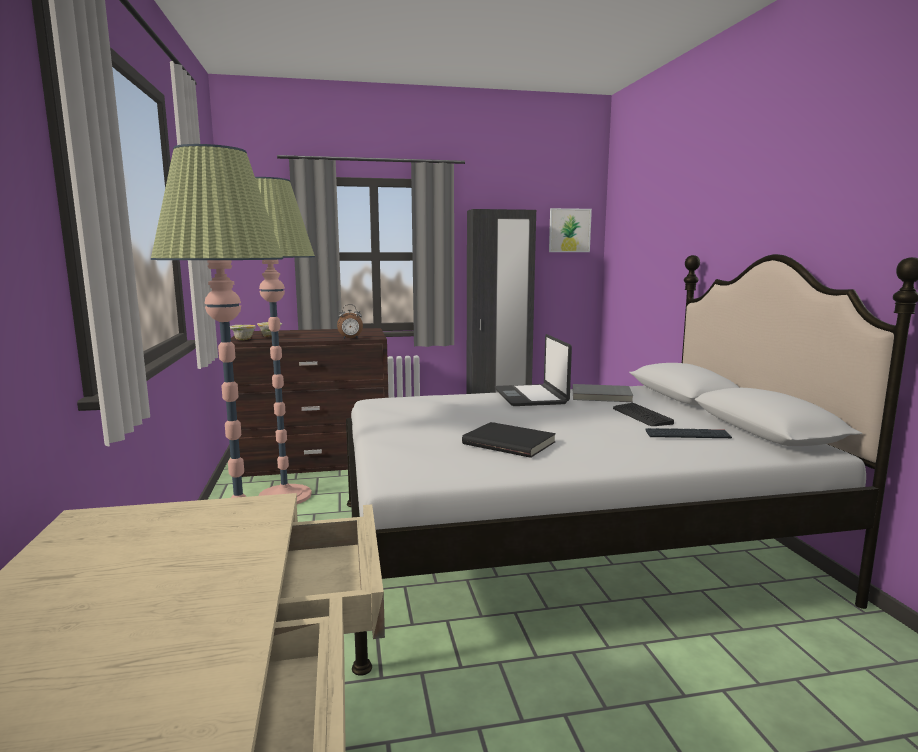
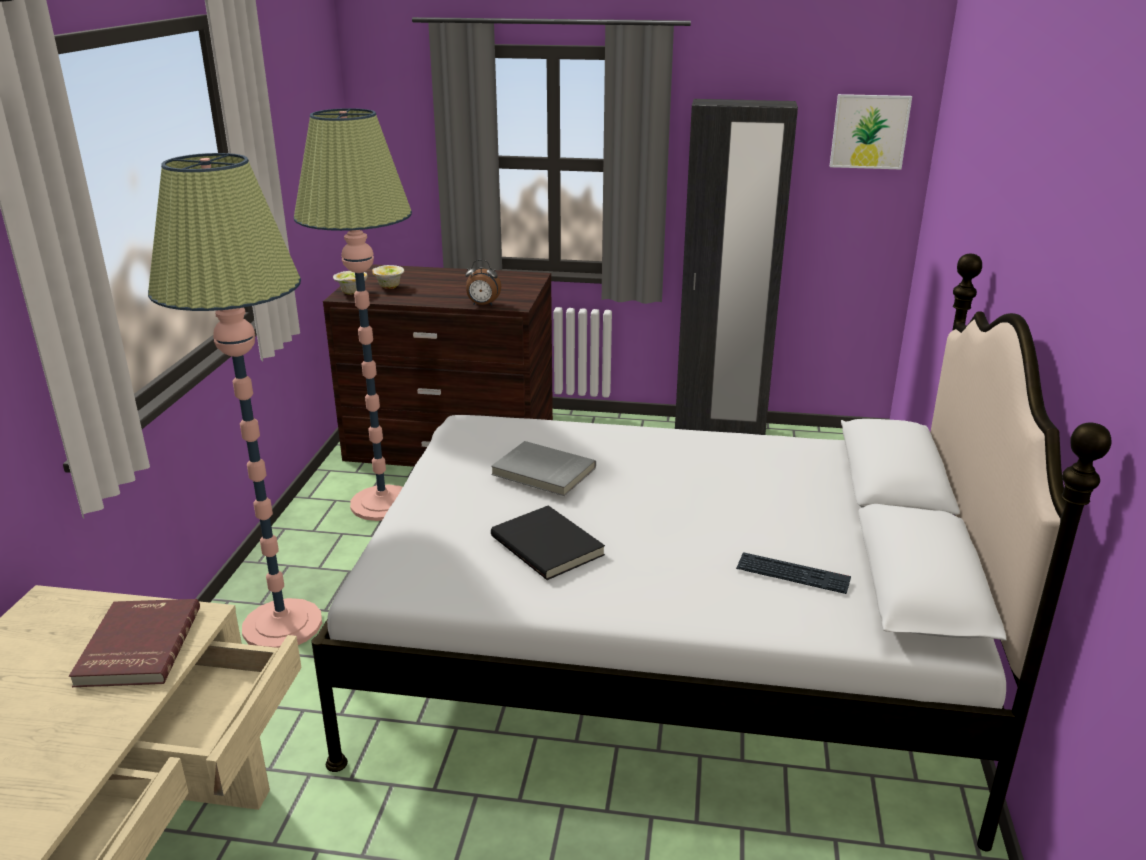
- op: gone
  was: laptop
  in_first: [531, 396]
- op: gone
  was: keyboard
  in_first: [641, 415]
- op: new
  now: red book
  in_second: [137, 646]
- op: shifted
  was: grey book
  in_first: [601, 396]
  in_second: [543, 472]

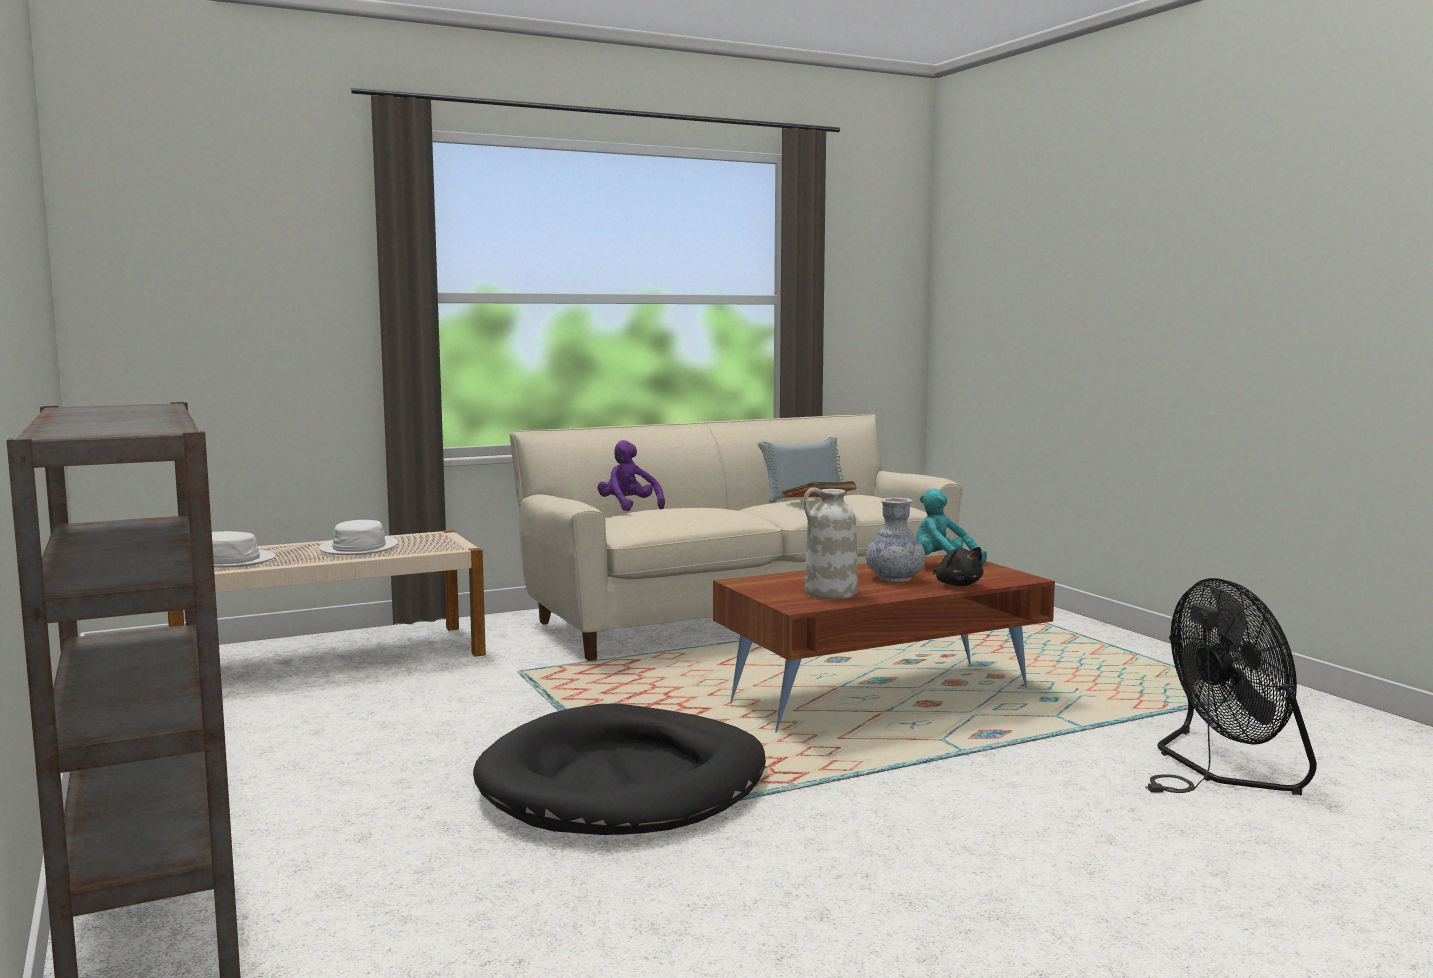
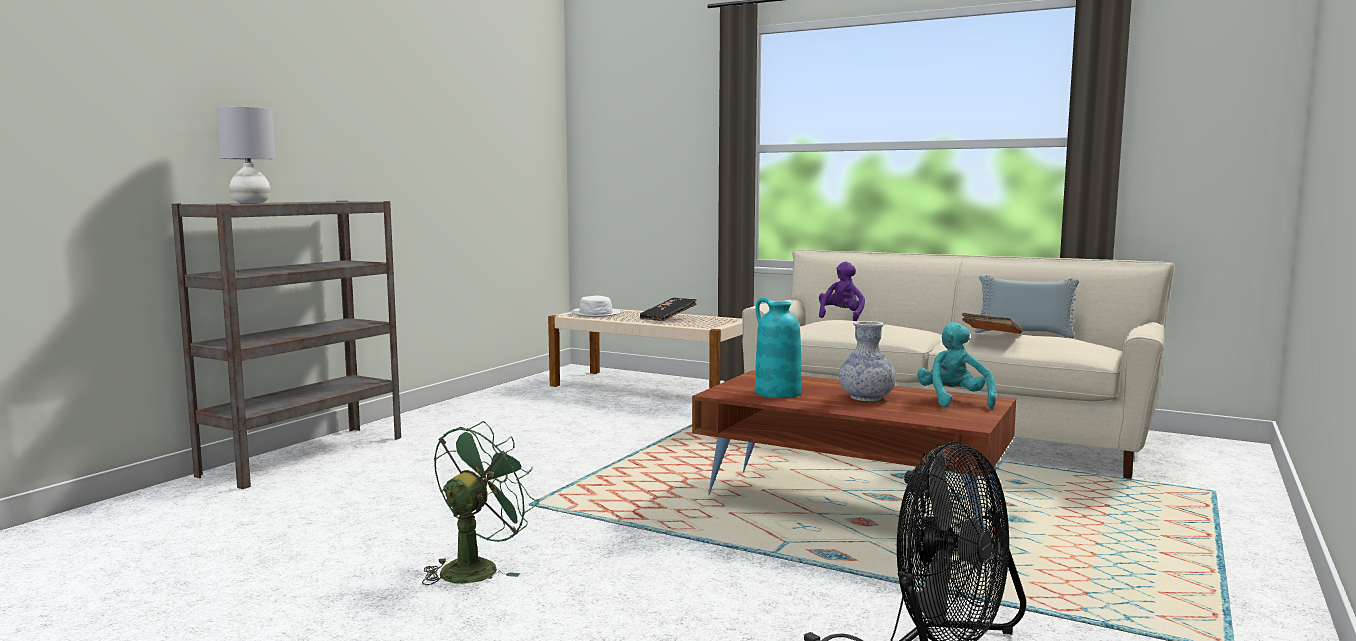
- op: gone
  was: black dog bed
  in_first: [624, 782]
- op: gone
  was: black plush toy
  in_first: [957, 585]
- op: new
  now: grey table lamp
  in_second: [250, 203]
- op: new
  now: green fan
  in_second: [476, 567]
- op: swapped
  was: white hat
  now: black book
  in_first: [359, 548]
  in_second: [668, 318]
- op: repainted
  was: white vase
  now: turquoise vase
  in_first: [830, 593]
  in_second: [776, 393]

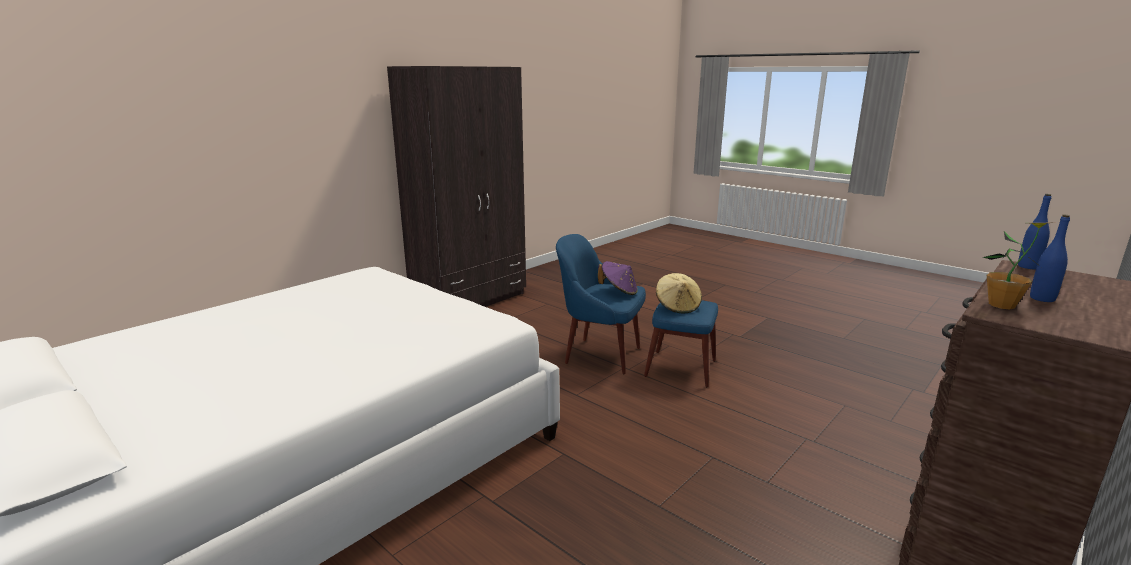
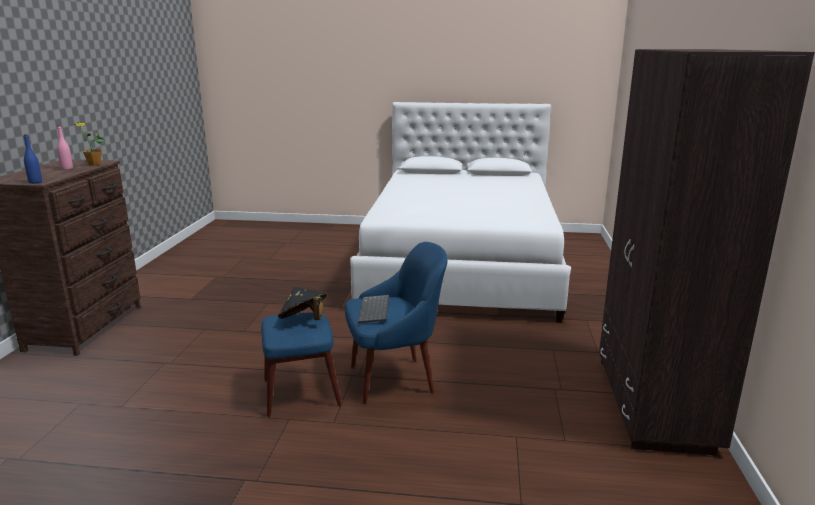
- op: swapped
  was: purple hat
  now: keyboard
  in_first: [618, 291]
  in_second: [375, 310]
- op: repainted
  was: beige hat
  now: black hat
  in_first: [677, 306]
  in_second: [304, 321]
- op: repainted
  was: blue bottle
  now: pink bottle
  in_first: [1042, 298]
  in_second: [67, 169]

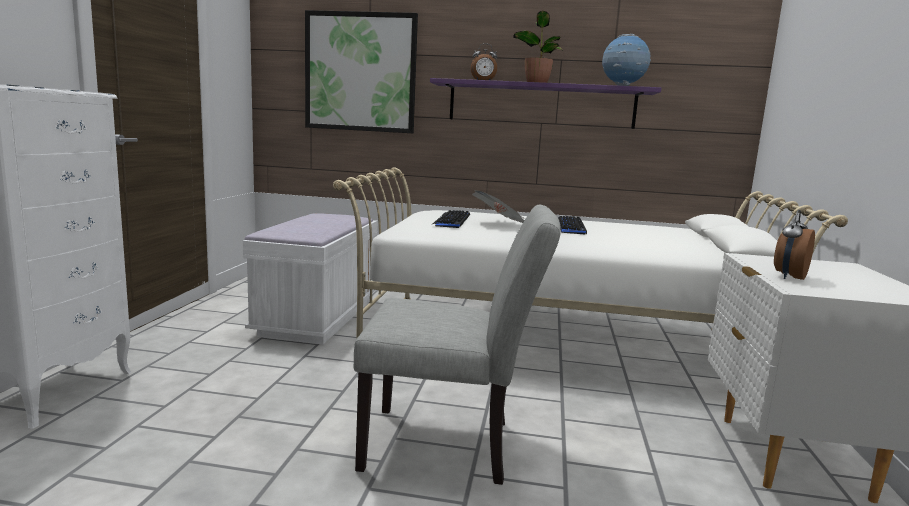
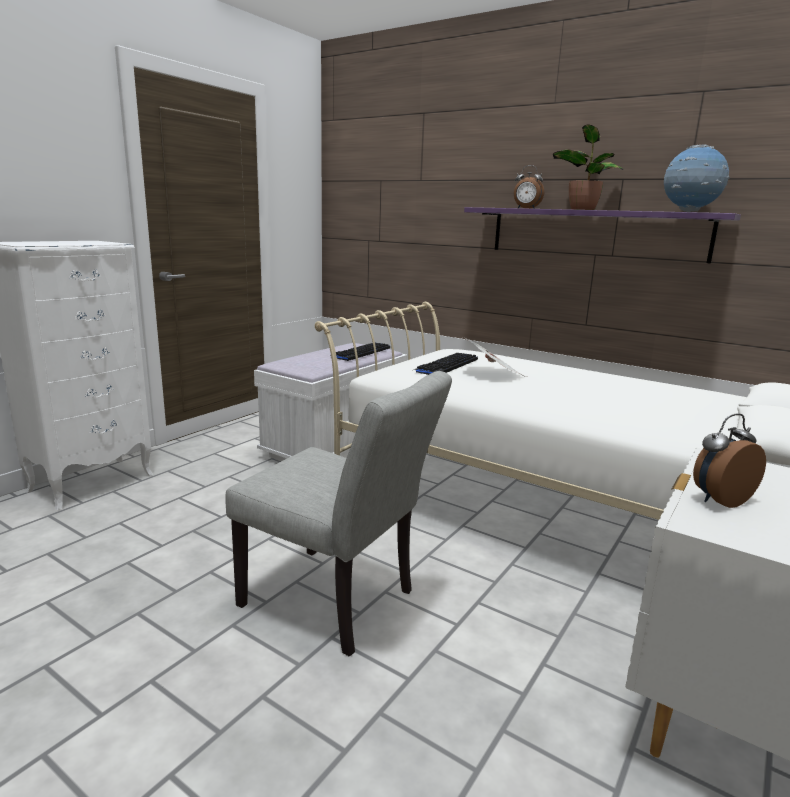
- op: gone
  was: picture
  in_first: [360, 72]
- op: shifted
  was: keyboard
  in_first: [570, 226]
  in_second: [360, 353]

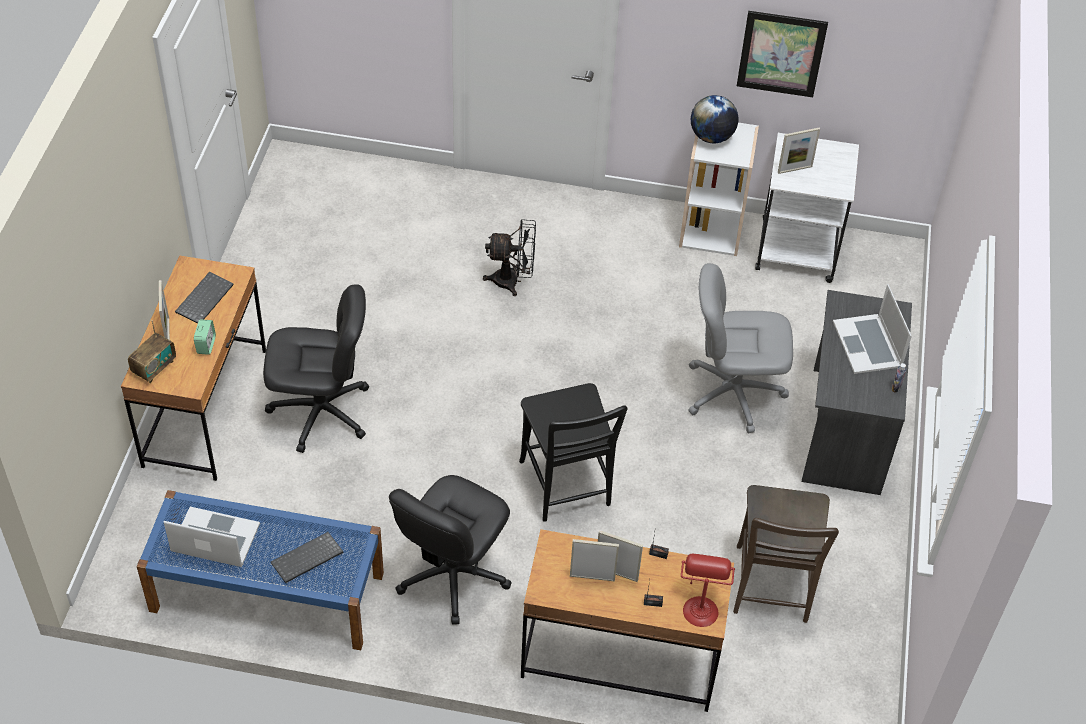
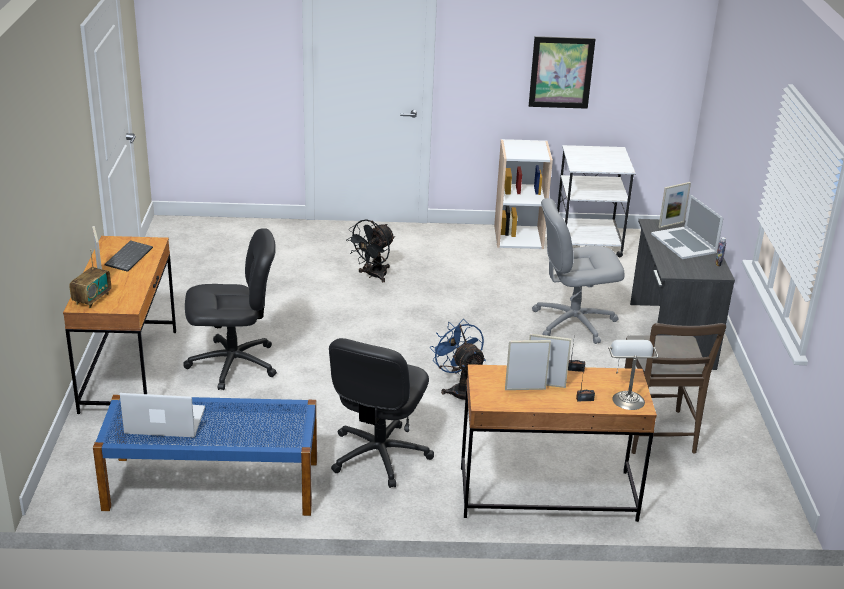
- op: gone
  was: alarm clock
  in_first: [206, 345]
- op: gone
  was: keyboard
  in_first: [307, 559]
- op: gone
  was: globe
  in_first: [711, 137]
- op: shifted
  was: picture frame
  in_first: [794, 169]
  in_second: [671, 224]
- op: swapped
  was: black chair
  now: blue fan
  in_first: [566, 487]
  in_second: [459, 390]
- op: repainted
  was: red table lamp
  now: white table lamp
  in_first: [700, 604]
  in_second: [626, 396]
- op: rotated
  was: black fan
  in_first: [513, 281]
  in_second: [373, 275]
  clockwise: 135

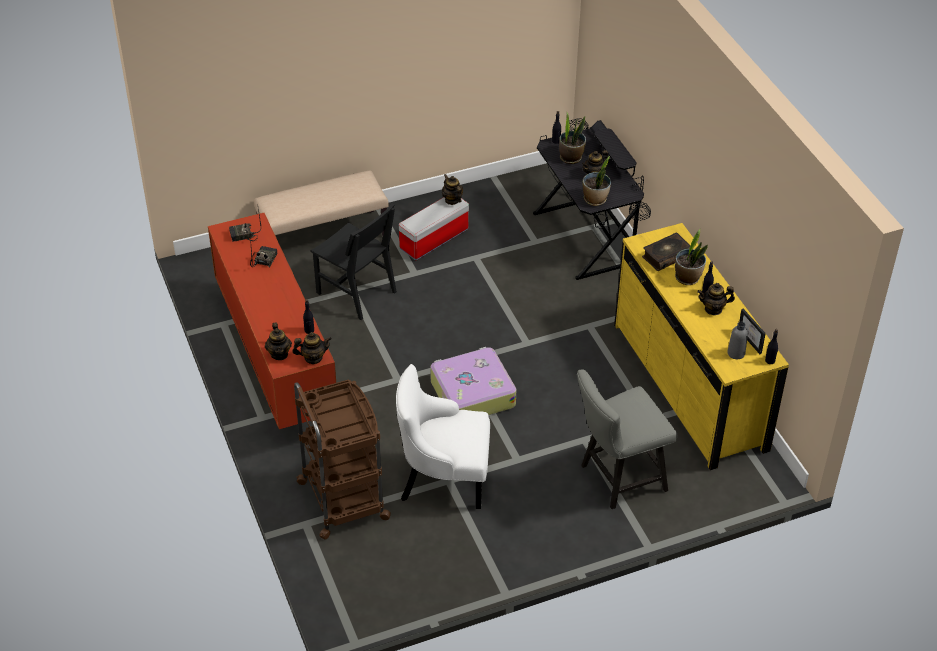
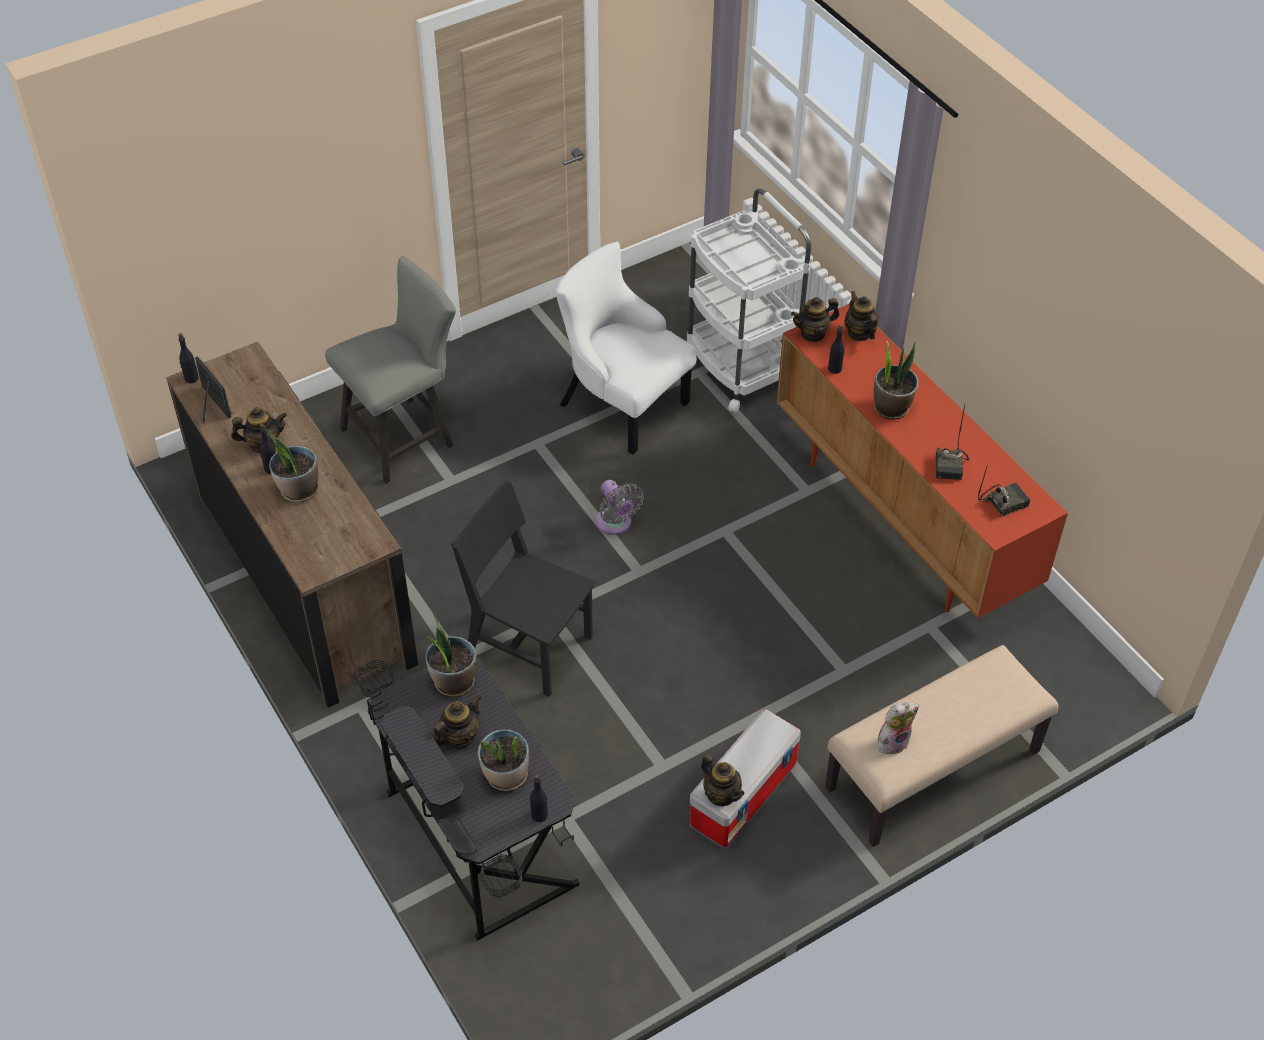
- op: gone
  was: book
  in_first: [666, 256]
- op: gone
  was: grey bottle
  in_first: [736, 353]
- op: new
  now: potted plant
  in_second: [891, 407]
- op: new
  now: plush toy
  in_second: [892, 741]
- op: shifted
  was: black chair
  in_first: [356, 292]
  in_second: [529, 646]
- op: swapped
  was: suitcase
  now: grey fan
  in_first: [471, 393]
  in_second: [615, 524]
- op: repainted
  was: brown cart
  now: white cart
  in_first: [344, 500]
  in_second: [740, 368]
- op: repainted
  was: yellow dresser
  now: brown dresser
  in_first: [688, 387]
  in_second: [305, 576]
- op: rotated
  was: white chair
  in_first: [445, 479]
  in_second: [624, 407]
  clockwise: -135

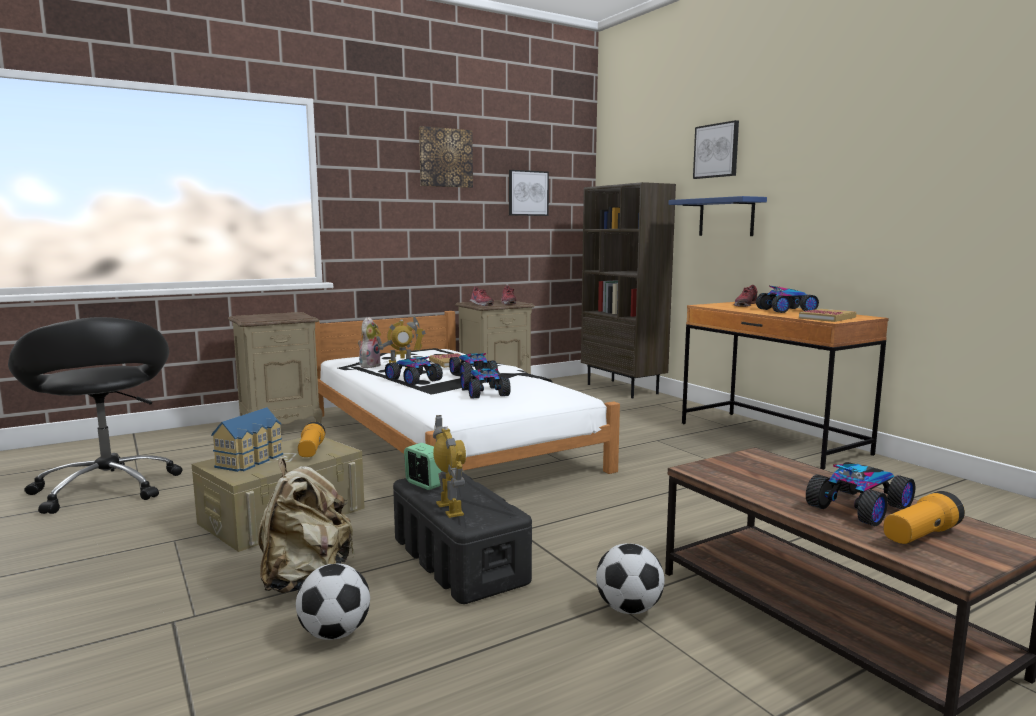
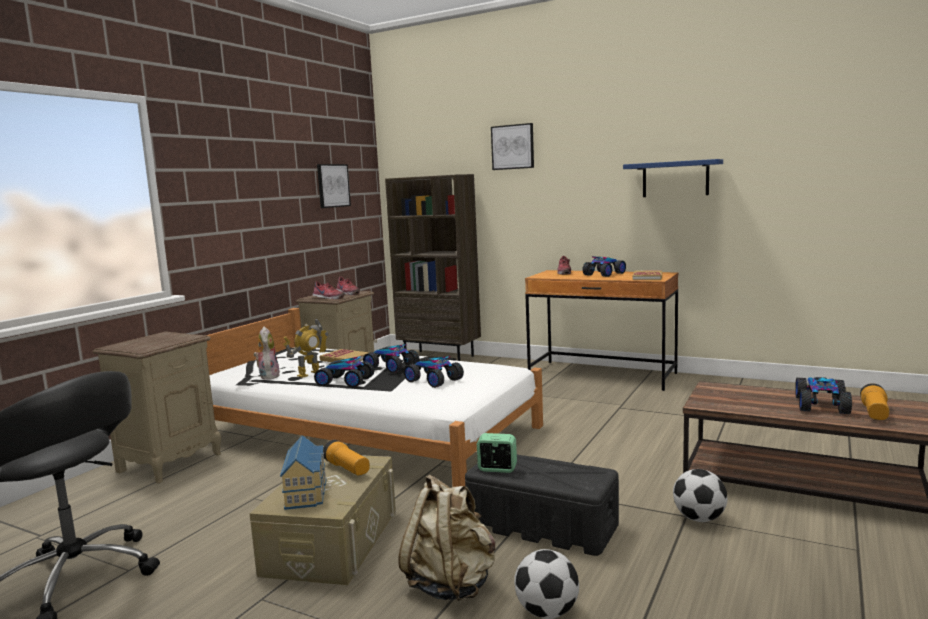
- op: gone
  was: picture
  in_first: [445, 158]
- op: gone
  was: toy robot
  in_first: [450, 508]
- op: shifted
  was: blue shelf
  in_first: [726, 217]
  in_second: [675, 179]

